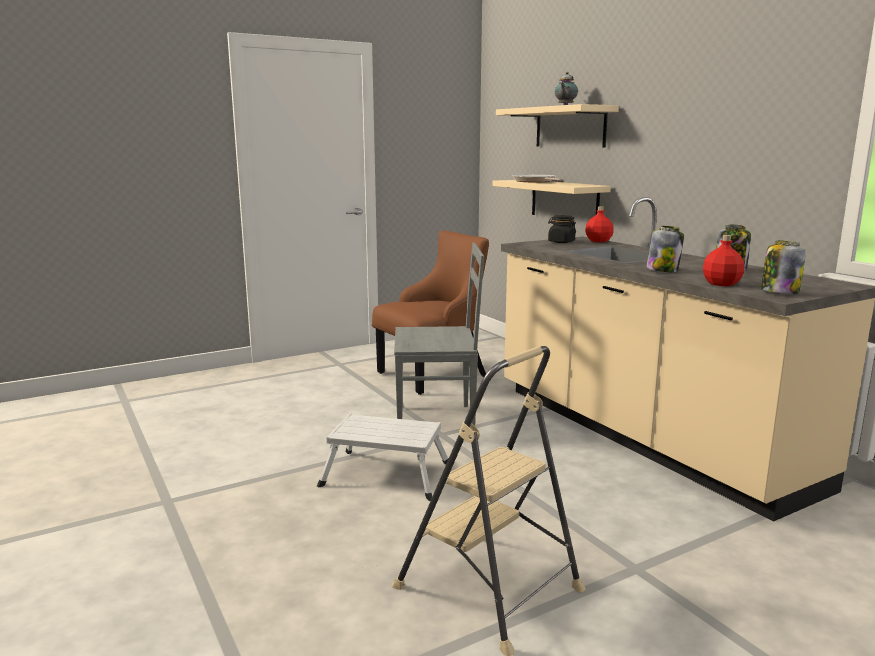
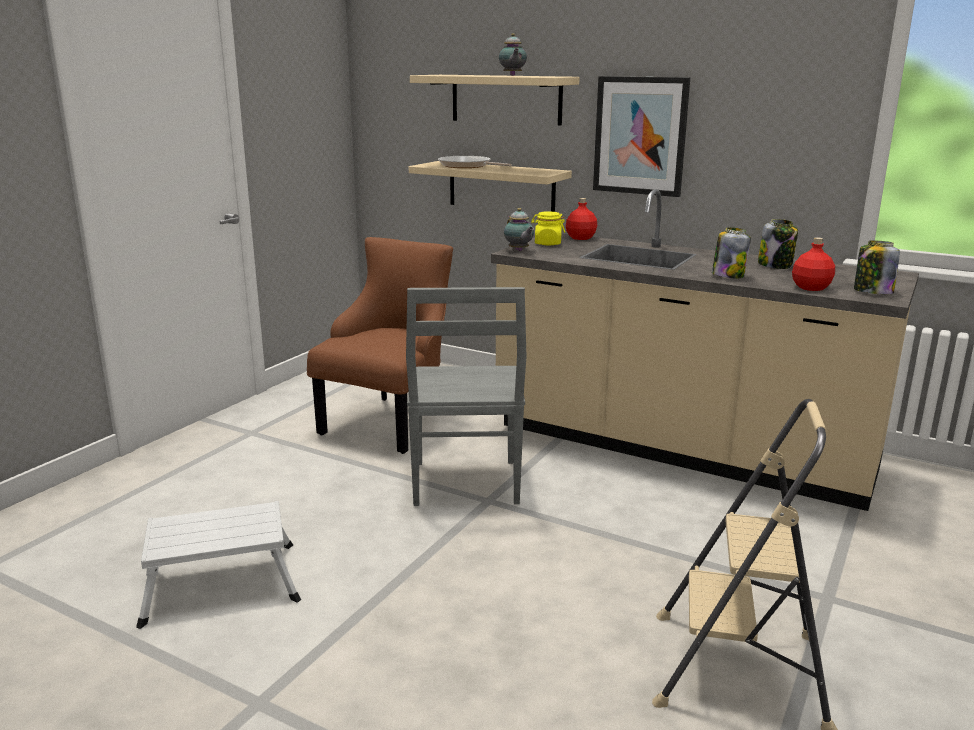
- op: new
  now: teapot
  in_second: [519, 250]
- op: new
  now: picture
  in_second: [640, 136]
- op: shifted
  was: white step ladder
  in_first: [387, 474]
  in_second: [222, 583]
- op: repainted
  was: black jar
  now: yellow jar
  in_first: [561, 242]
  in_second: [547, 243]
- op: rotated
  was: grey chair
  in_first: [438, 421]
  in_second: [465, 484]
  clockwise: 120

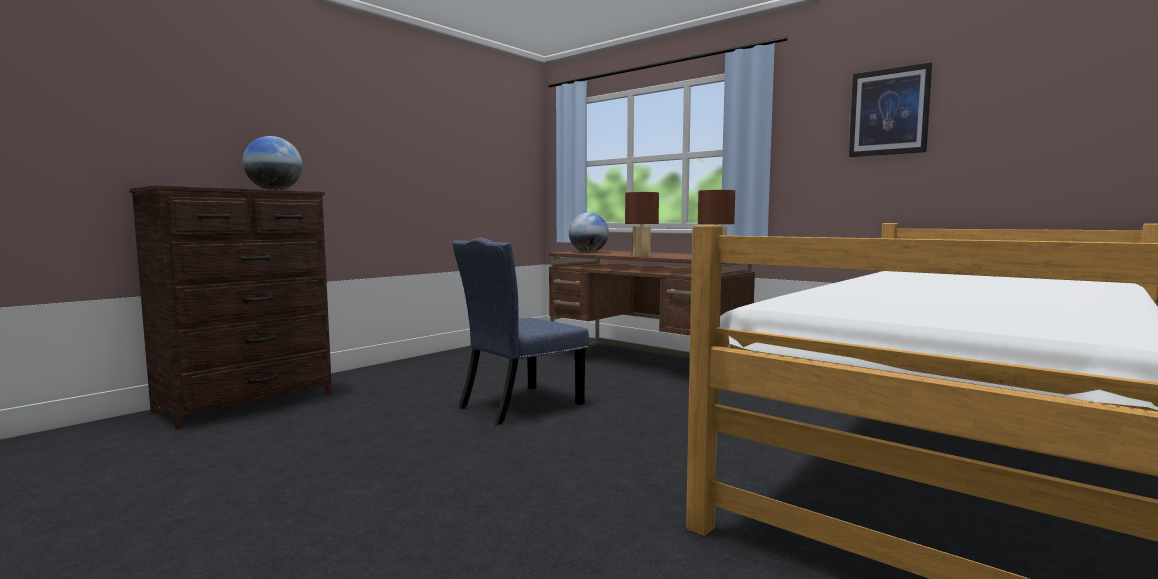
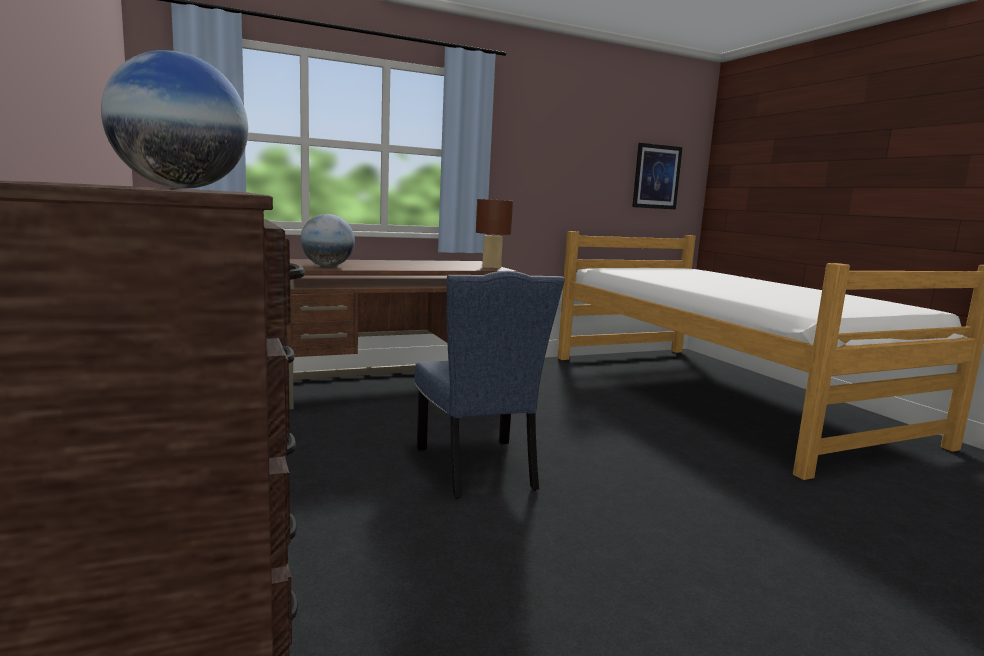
- op: gone
  was: brown table lamp
  in_first: [641, 255]
- op: shifted
  was: picture
  in_first: [889, 112]
  in_second: [656, 177]

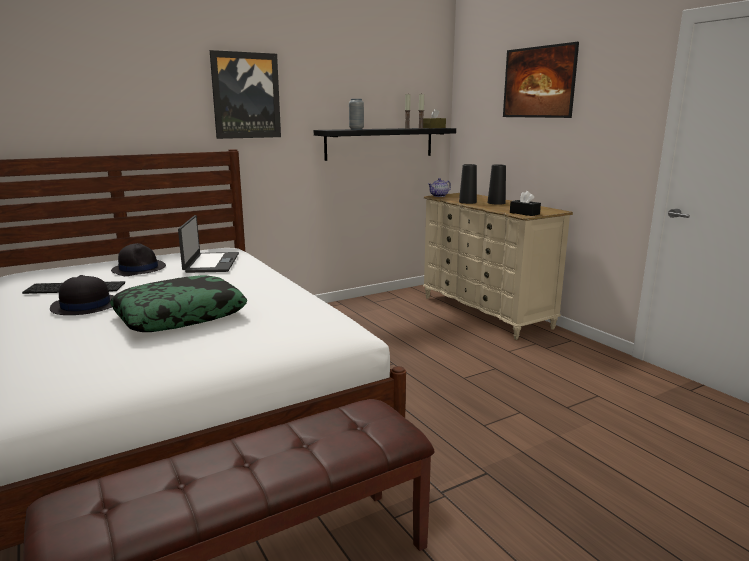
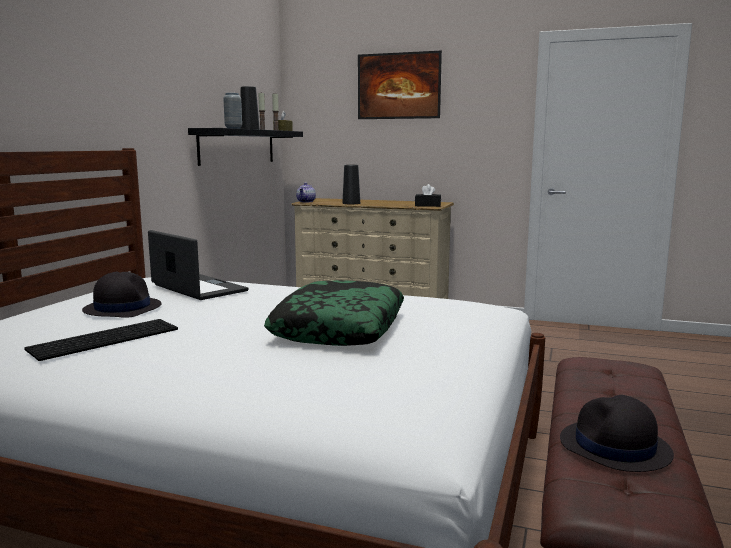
- op: gone
  was: picture
  in_first: [246, 95]
- op: shifted
  was: black hat
  in_first: [85, 306]
  in_second: [614, 448]
- op: shifted
  was: black vase
  in_first: [496, 203]
  in_second: [249, 129]

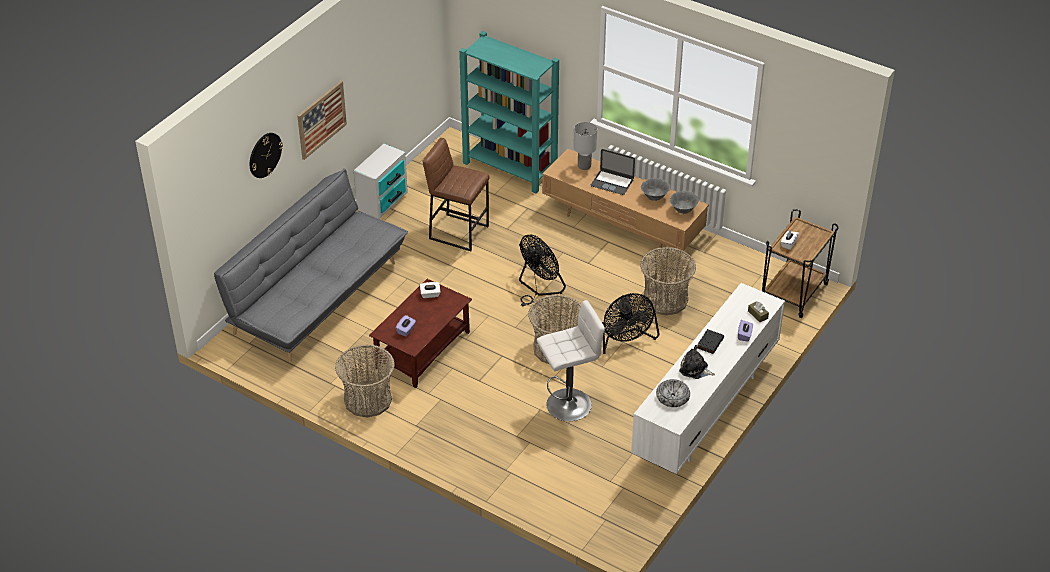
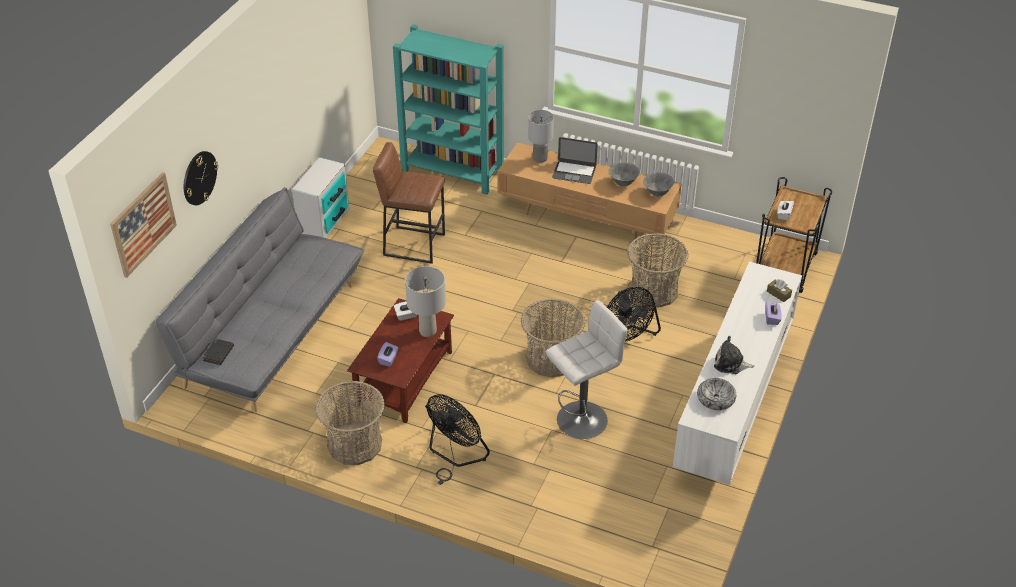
- op: new
  now: grey table lamp
  in_second: [428, 331]
- op: shifted
  was: picture
  in_first: [321, 119]
  in_second: [143, 224]
- op: shifted
  was: black fan
  in_first: [536, 286]
  in_second: [452, 454]
- op: shifted
  was: black book
  in_first: [710, 343]
  in_second: [218, 353]

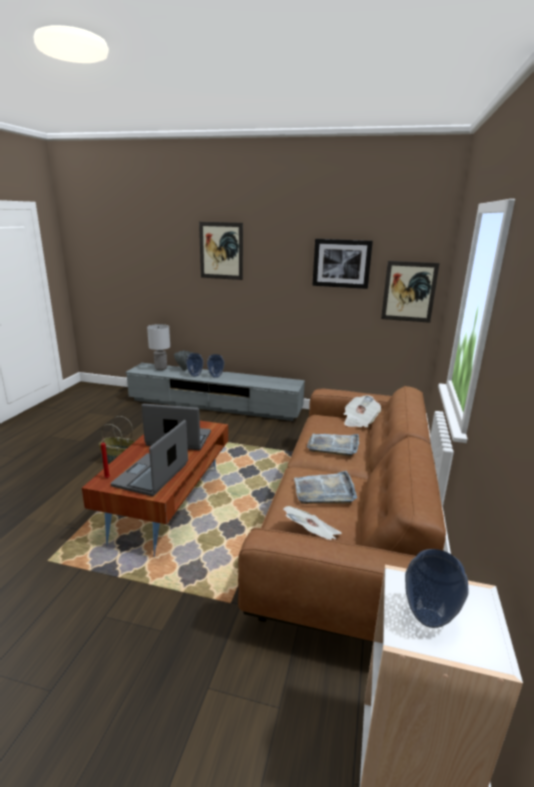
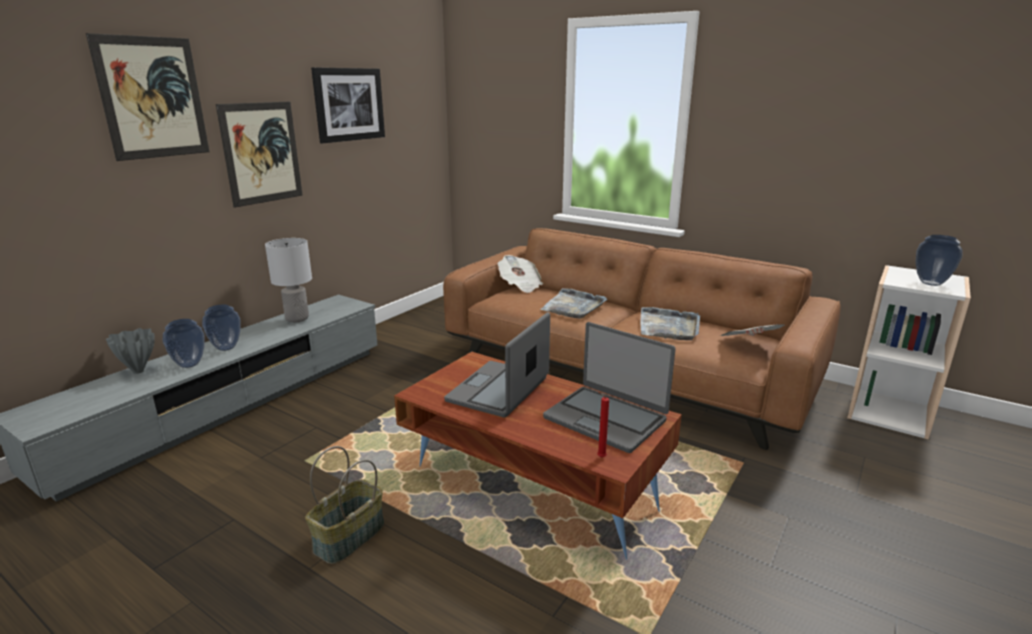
- op: shifted
  was: grey table lamp
  in_first: [161, 369]
  in_second: [297, 320]
- op: shifted
  was: picture
  in_first: [409, 291]
  in_second: [261, 153]

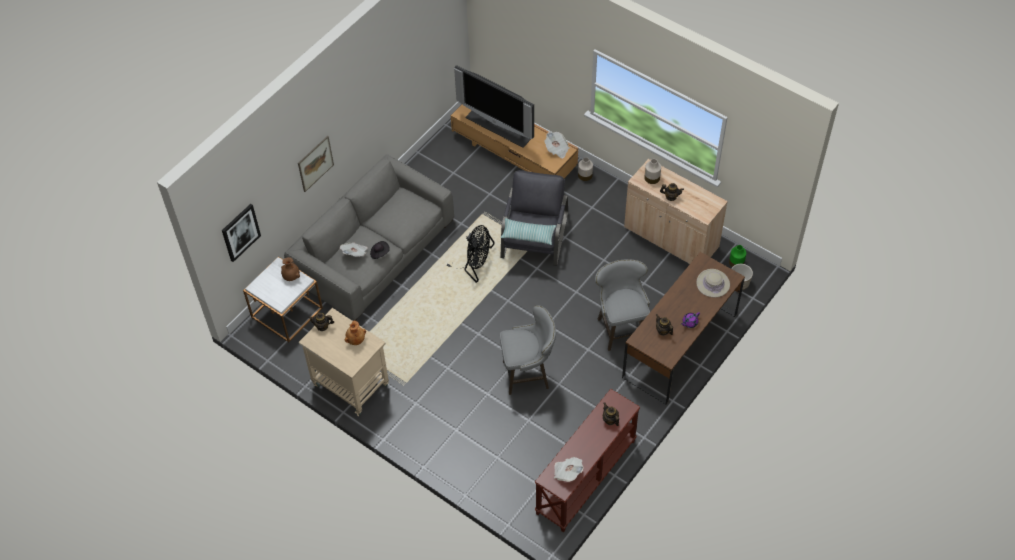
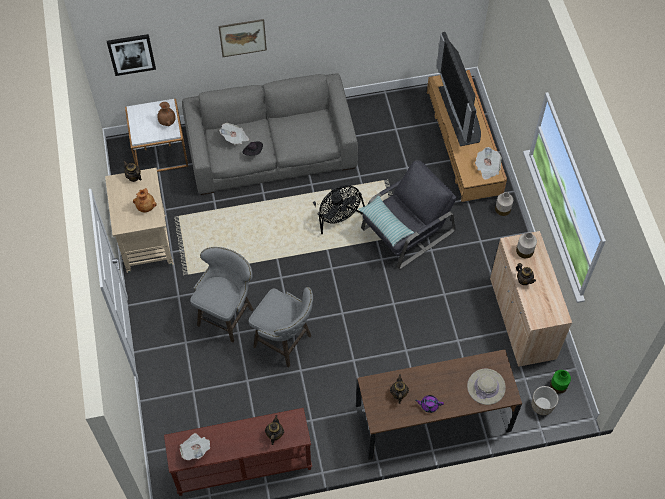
- op: shifted
  was: grey stool
  in_first: [620, 328]
  in_second: [227, 315]

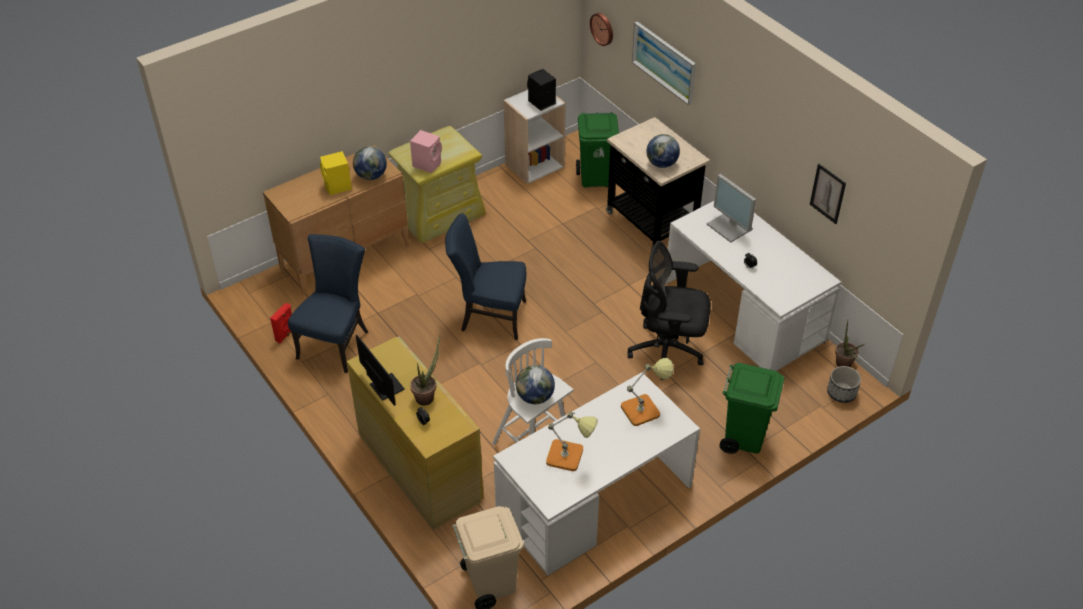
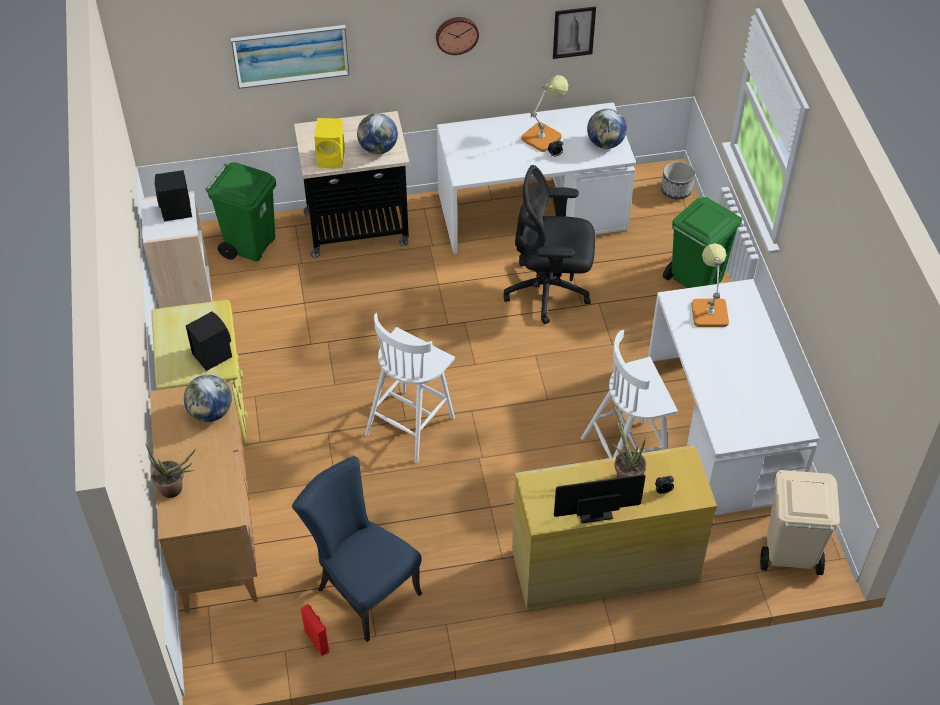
- op: gone
  was: monitor
  in_first: [730, 227]
- op: shifted
  was: yellow speaker
  in_first: [338, 187]
  in_second: [332, 158]
- op: shifted
  was: globe
  in_first: [535, 397]
  in_second: [605, 143]
- op: shifted
  was: table lamp
  in_first: [570, 457]
  in_second: [544, 135]
- op: shifted
  was: wall clock
  in_first: [602, 28]
  in_second: [456, 34]
- op: shifted
  was: potted plant
  in_first: [845, 366]
  in_second: [176, 490]
- op: swapped
  was: blue chair
  now: white stool
  in_first: [489, 316]
  in_second: [411, 423]
- op: repainted
  was: pink speaker
  now: black speaker
  in_first: [427, 164]
  in_second: [212, 354]
- op: rotated
  was: black office chair
  in_first: [670, 350]
  in_second: [552, 289]
  clockwise: 60

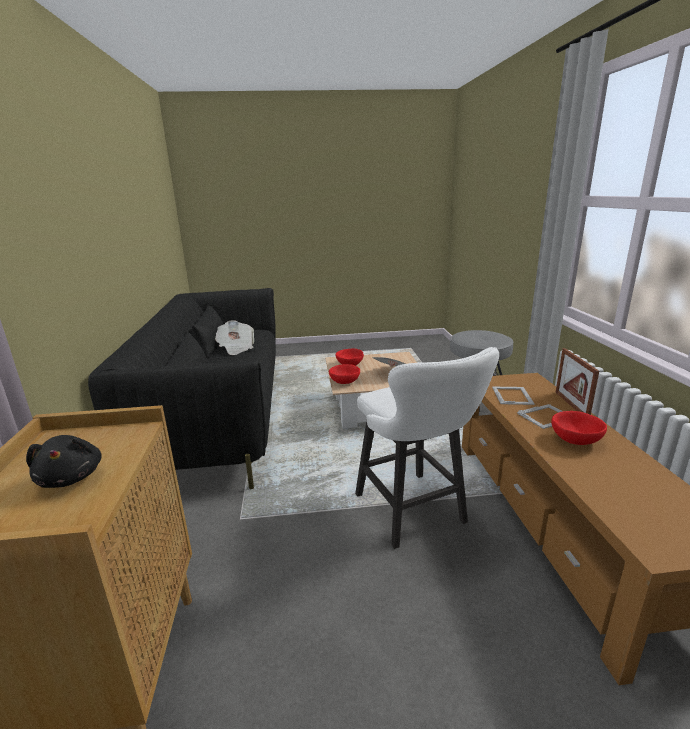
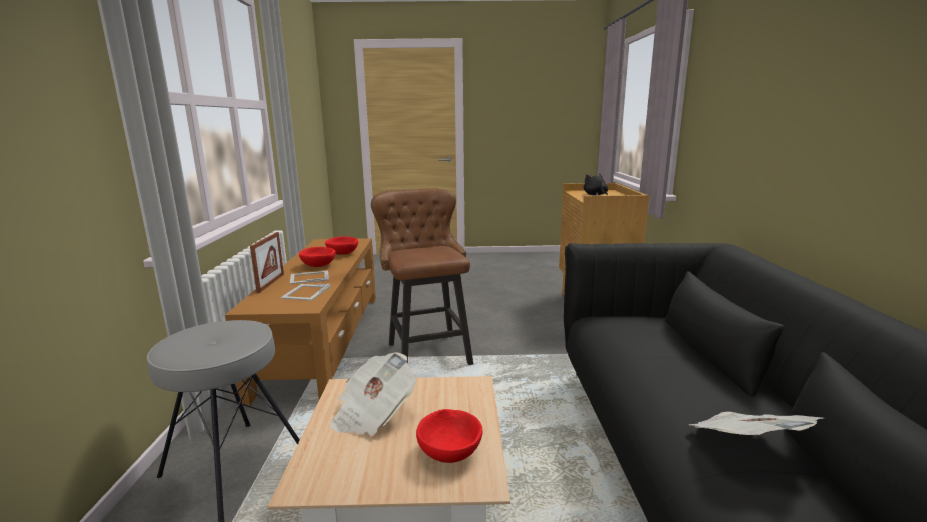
- op: shifted
  was: red bowl
  in_first: [345, 382]
  in_second: [342, 253]
- op: repainted
  was: white stool
  now: brown stool
  in_first: [416, 516]
  in_second: [426, 348]

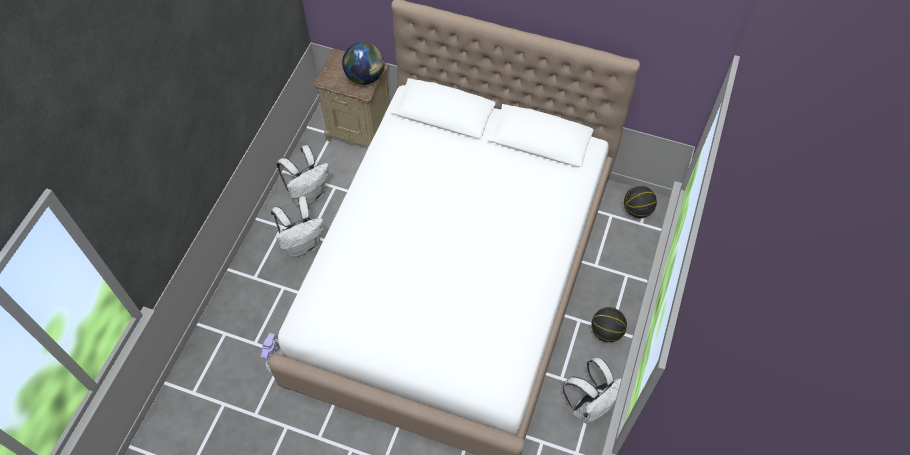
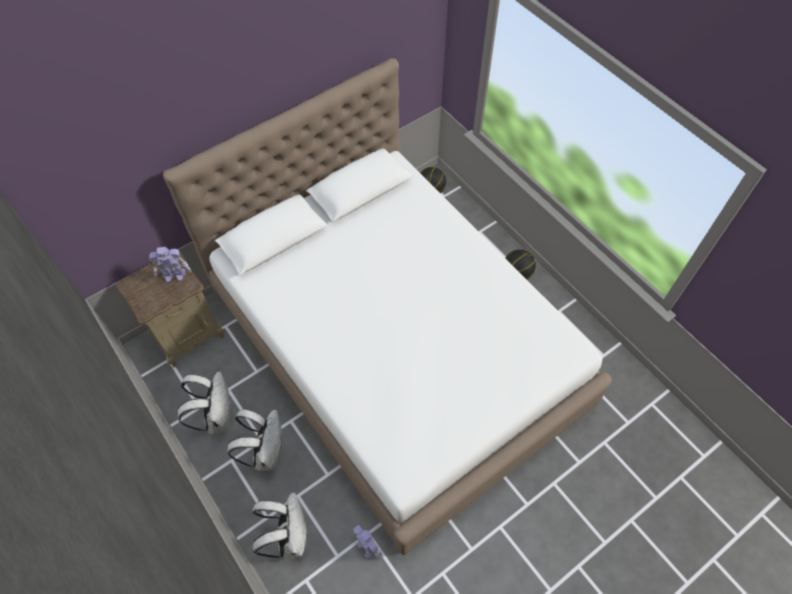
- op: shifted
  was: white backpack
  in_first: [590, 406]
  in_second: [289, 536]
- op: swapped
  was: globe
  now: toy robot
  in_first: [365, 77]
  in_second: [175, 275]

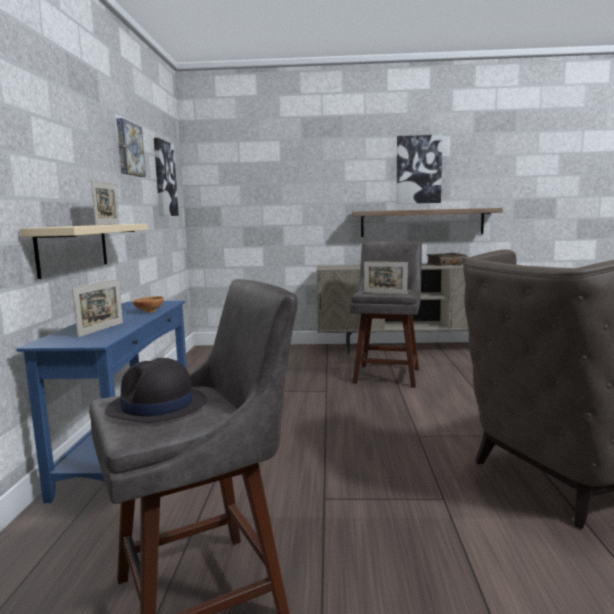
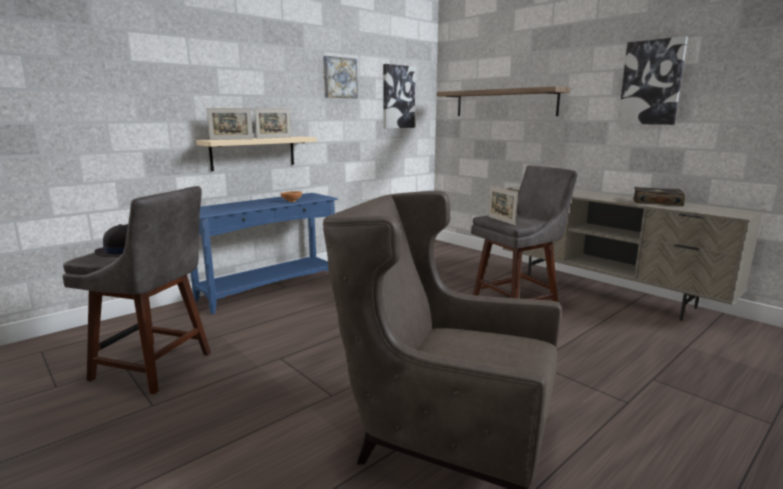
- op: shifted
  was: picture frame
  in_first: [101, 329]
  in_second: [231, 139]
- op: shifted
  was: shelf
  in_first: [421, 222]
  in_second: [504, 103]

